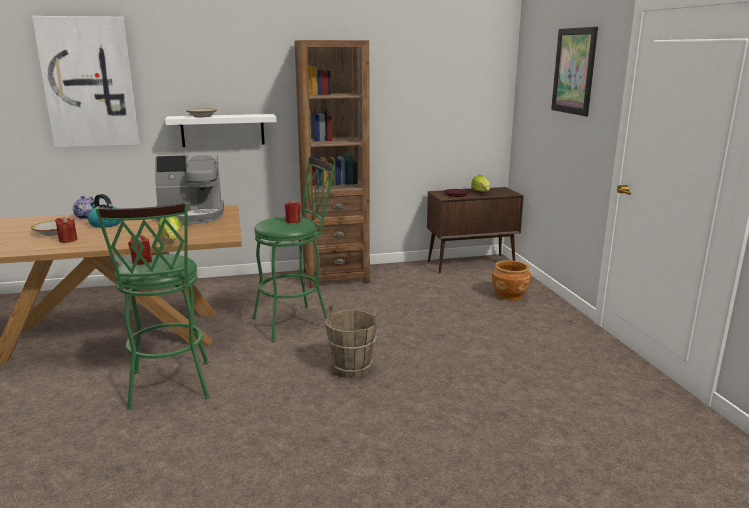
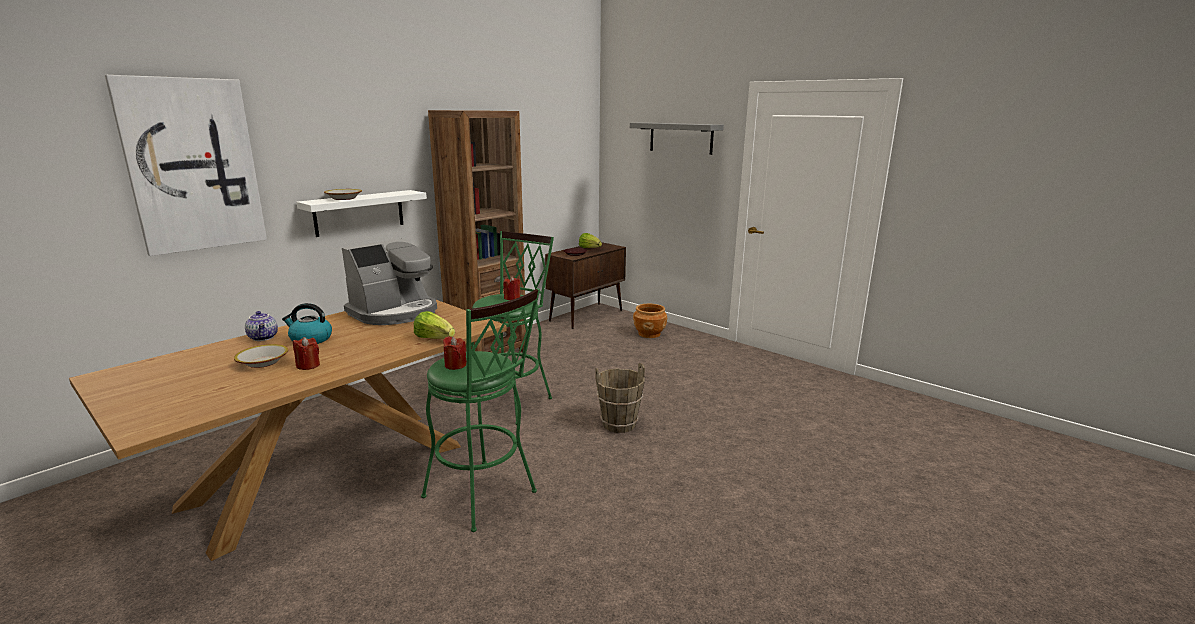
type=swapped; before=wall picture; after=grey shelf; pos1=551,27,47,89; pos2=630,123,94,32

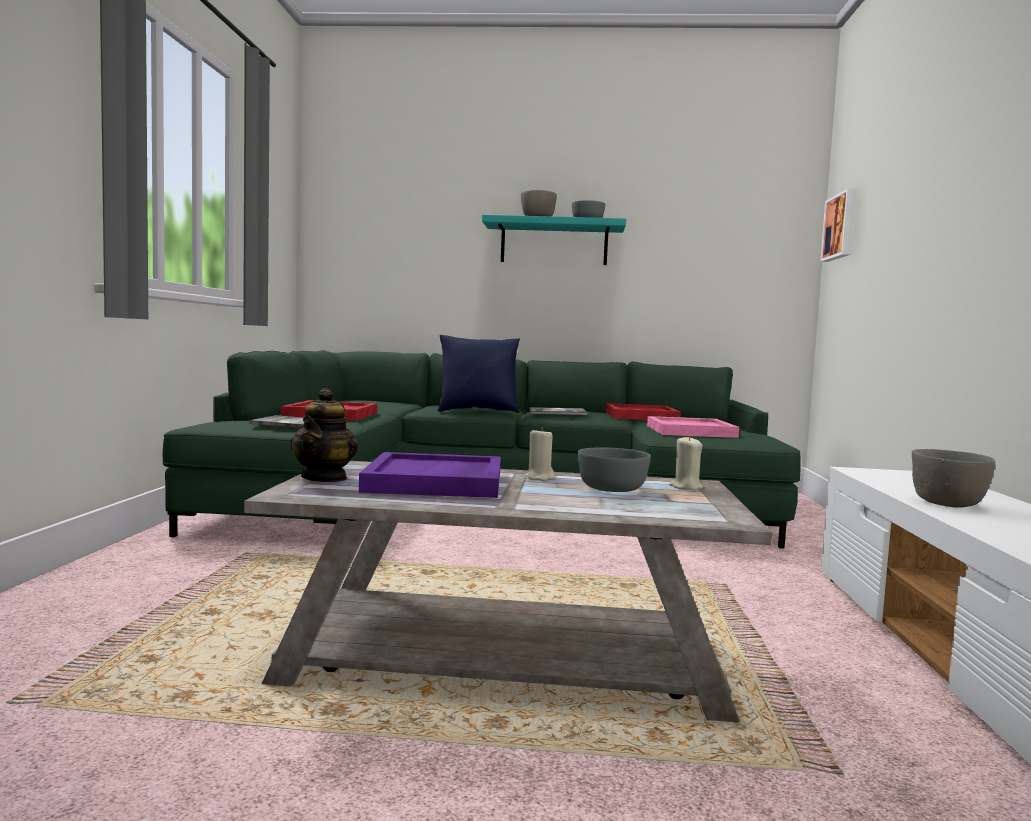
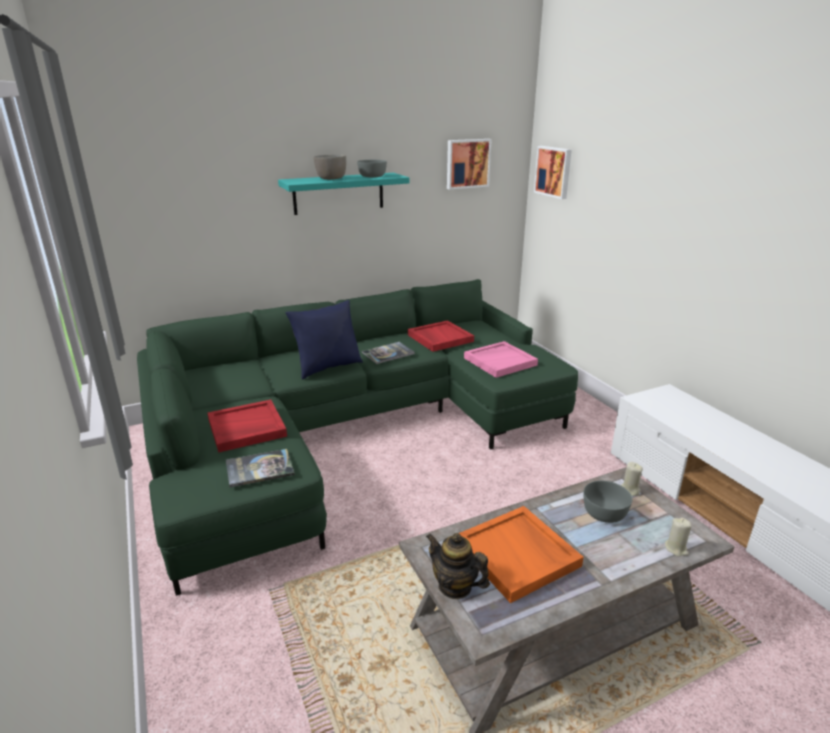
type=rotated; before=tea pot; pos1=290,388,68,94; pos2=426,533,64,66; turn=150
type=shifted; before=beige-coloured candle; pos1=525,427,30,54; pos2=665,518,27,39
type=gone; before=grey deep dish; pos1=912,449,83,59
type=repainted; before=purple-coloured serving tray; after=orange serving tray; pos1=359,452,142,46; pos2=459,506,125,97
type=new; after=wall picture; pos2=447,139,45,51

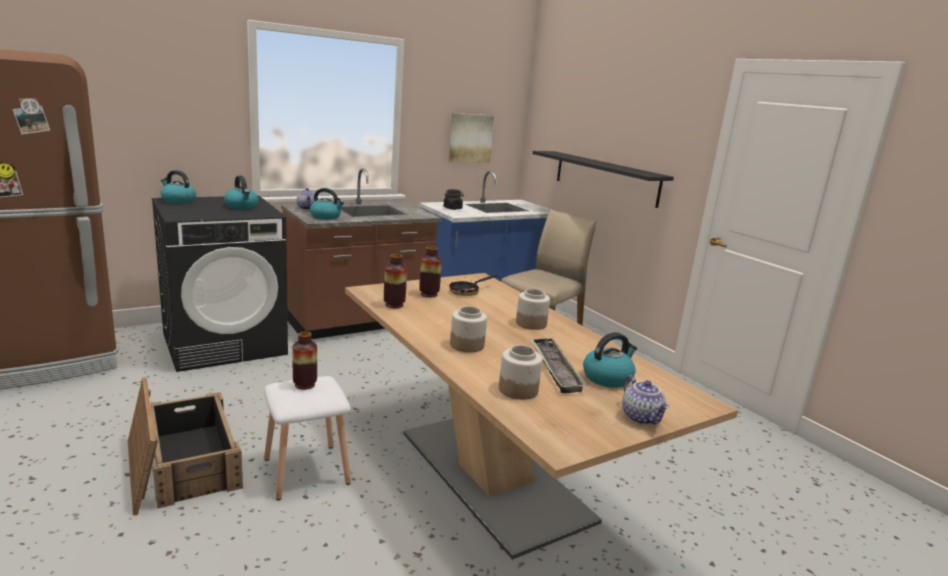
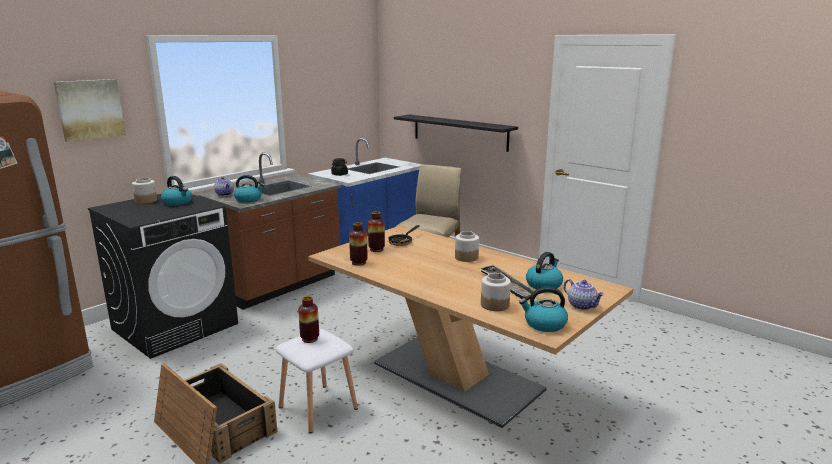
type=shifted; before=wall picture; pos1=449,113,45,49; pos2=54,79,72,63
type=shifted; before=water kettle; pos1=160,170,36,34; pos2=519,287,49,45
type=shifted; before=preserve jar; pos1=450,306,37,47; pos2=132,178,25,26

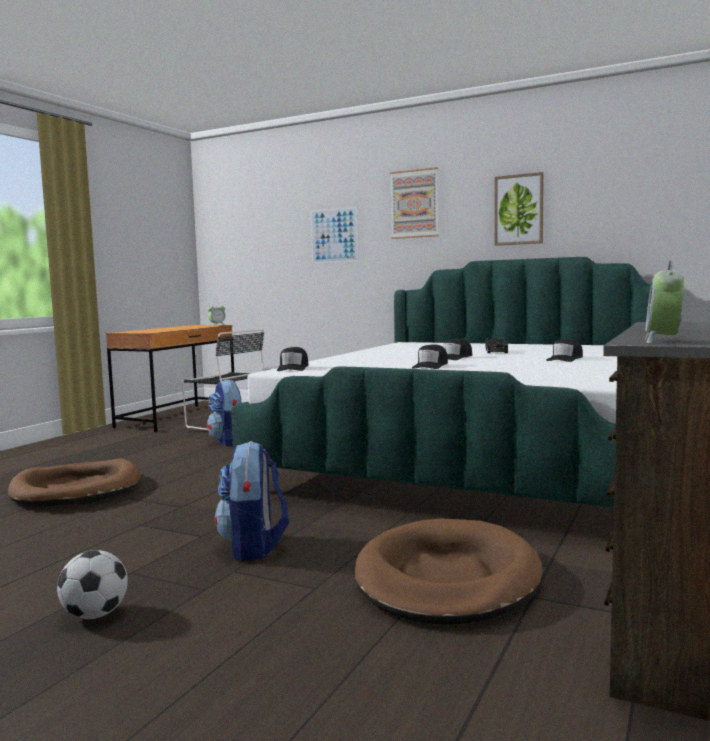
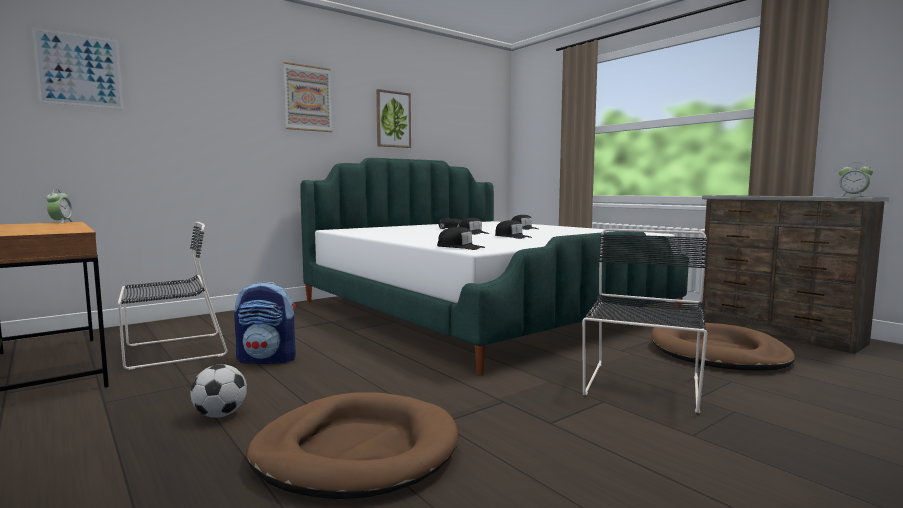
type=shifted; before=wall picture; pos1=310,206,49,58; pos2=32,27,91,82
type=swapped; before=rucksack; after=black-coloured plain chair; pos1=214,441,75,120; pos2=582,229,125,184
type=shifted; before=ball for football; pos1=57,550,71,69; pos2=190,364,57,54

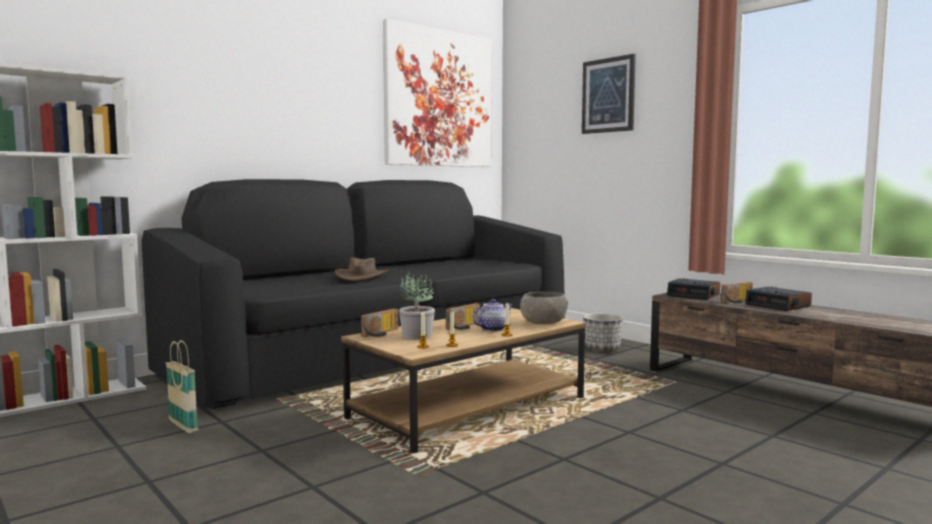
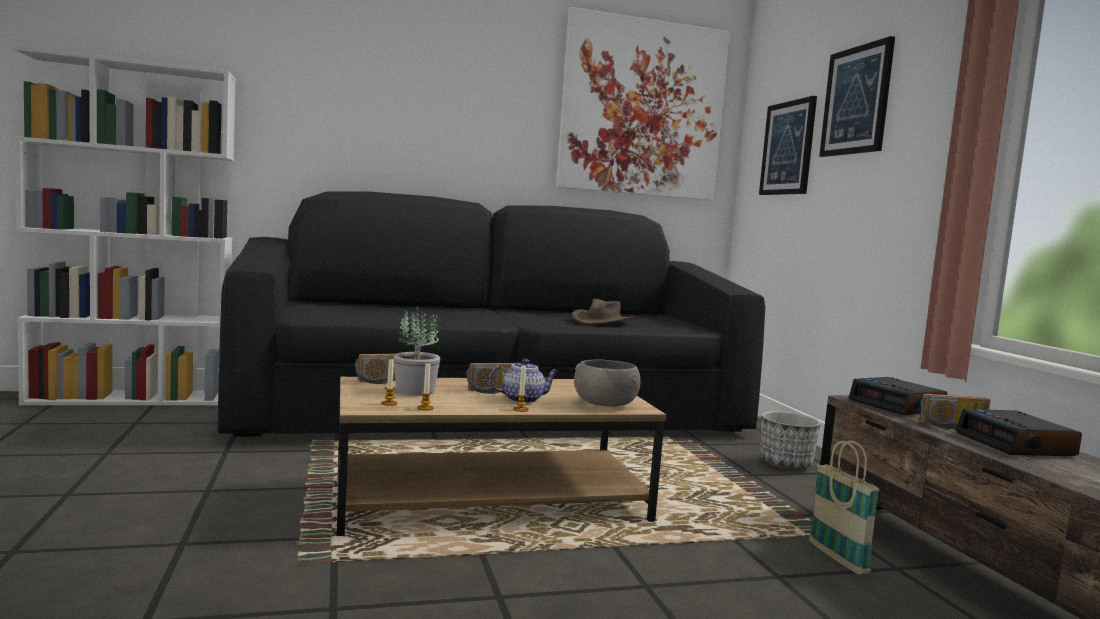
type=shifted; before=brown hat; pos1=335,258,53,23; pos2=572,299,63,25
type=shifted; before=household basket; pos1=166,340,32,94; pos2=809,440,71,135
type=new; after=wall picture; pos2=759,96,58,99

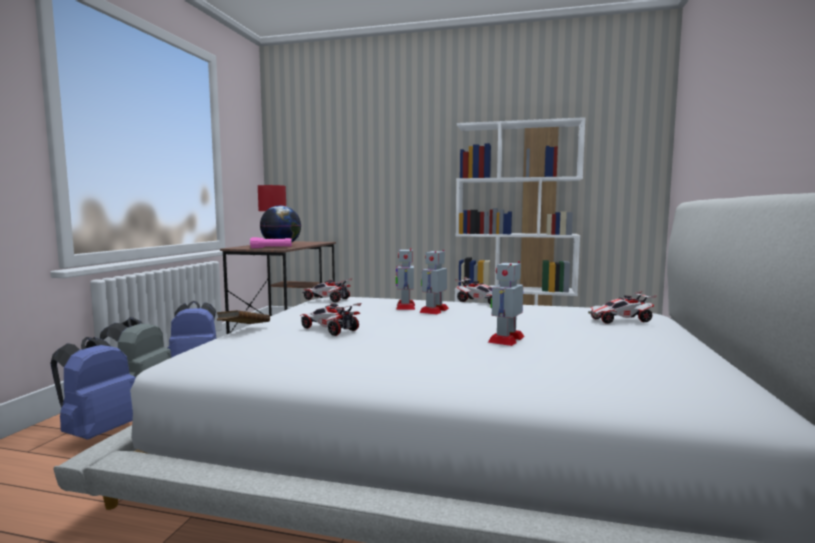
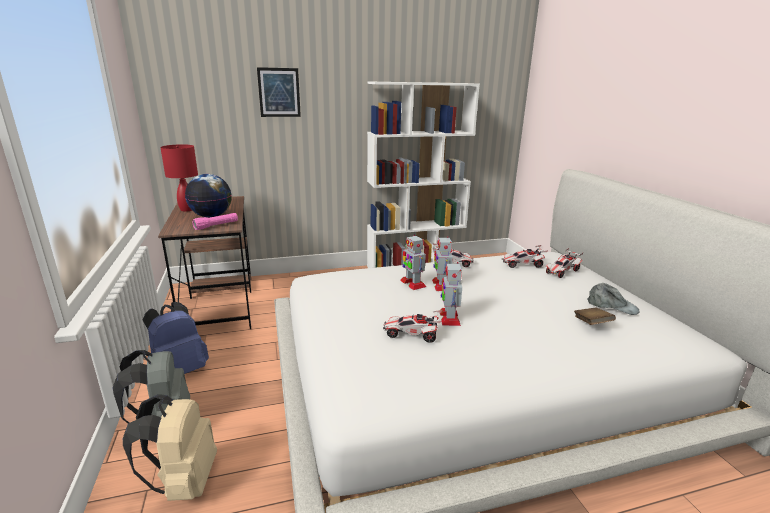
type=shifted; before=model robot; pos1=488,261,37,85; pos2=440,262,22,64
type=shifted; before=toy car; pos1=302,278,51,24; pos2=502,245,46,23
type=shifted; before=brown book; pos1=217,310,53,14; pos2=574,308,42,17
type=repainted; before=bluish rucksack; after=beige-coloured rucksack; pos1=50,337,86,103; pos2=123,394,94,107
type=new; after=wall picture; pos2=257,67,44,50
type=new; after=grey cap; pos2=588,283,52,32

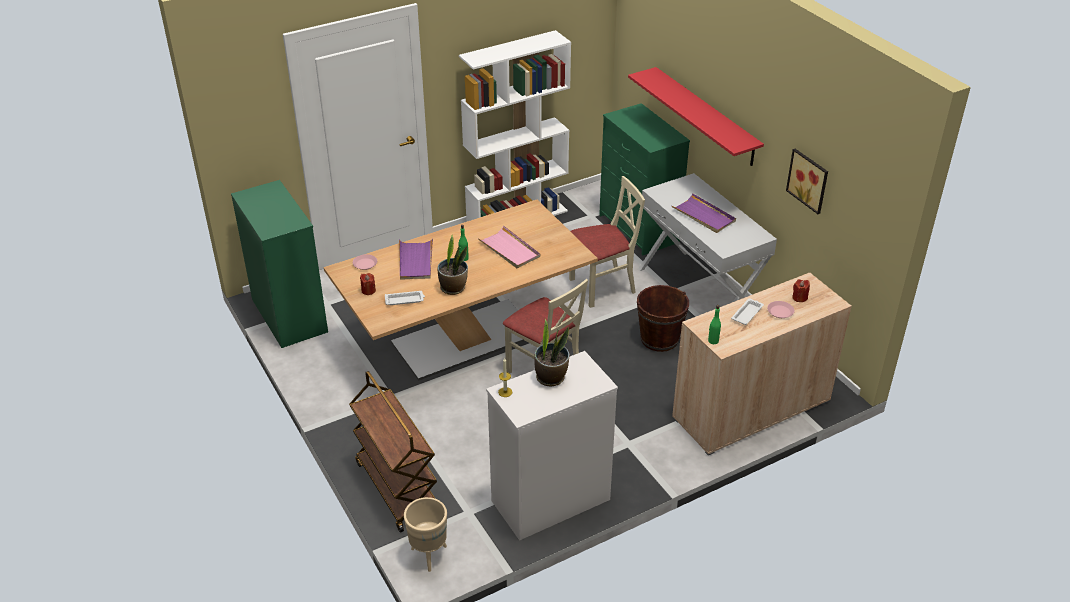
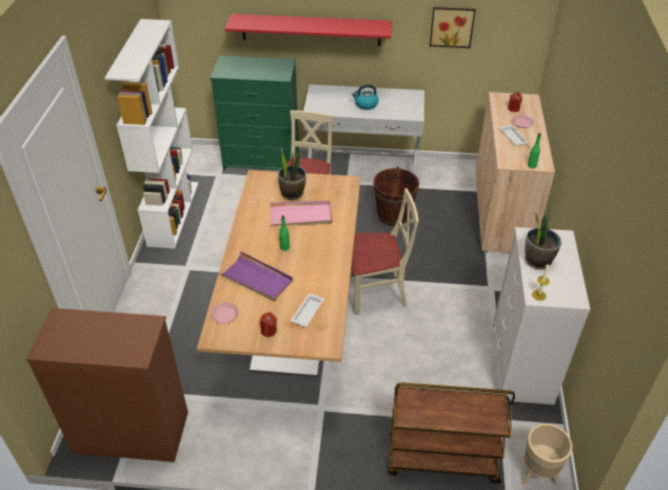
type=repainted; before=green chest of drawers; after=brown chest of drawers; pos1=231,180,97,168; pos2=26,308,162,154
type=swapped; before=purple-coloured serving tray; after=water kettle; pos1=672,193,64,40; pos2=352,84,27,26
type=shifted; before=plant in a pot; pos1=437,235,31,60; pos2=278,147,28,53

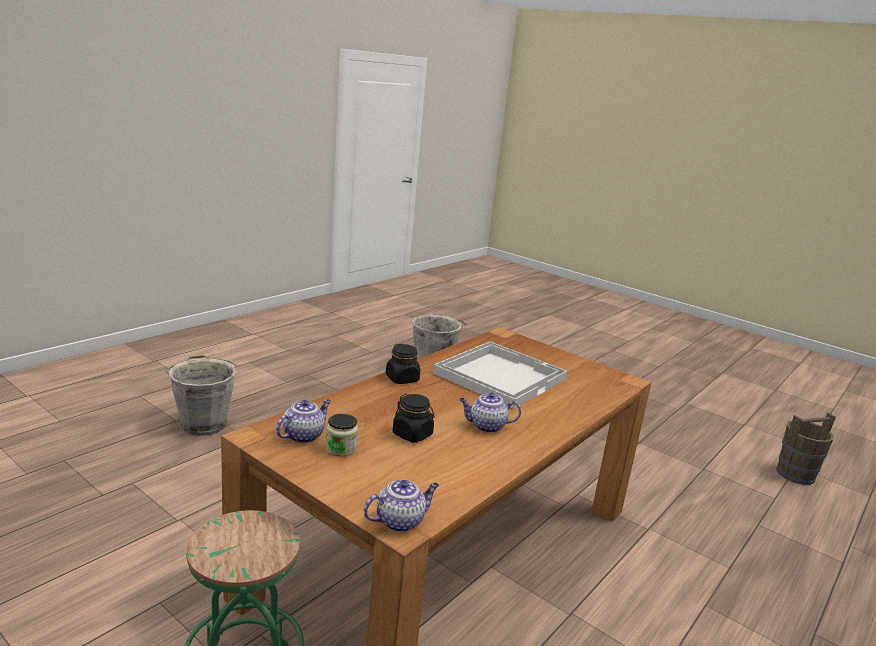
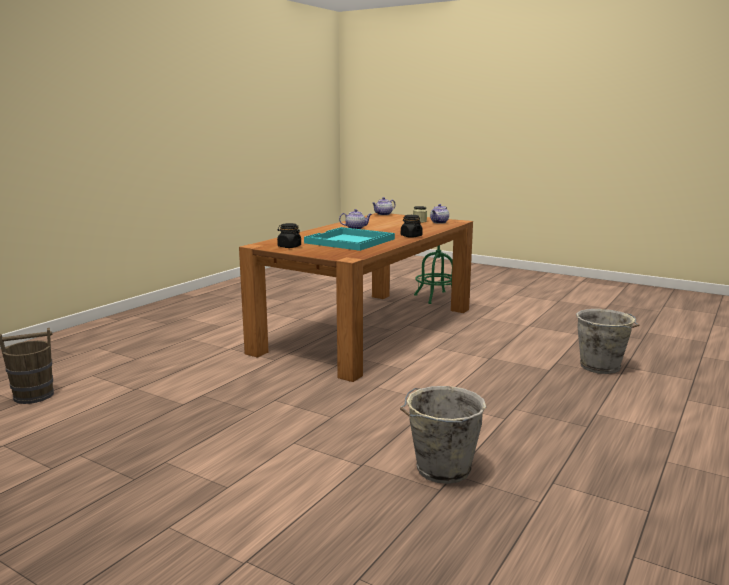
type=repainted; before=white serving tray; after=turquoise serving tray; pos1=433,342,134,67; pos2=304,227,91,24
type=shifted; before=black-coloured preserve jar; pos1=393,394,42,49; pos2=277,223,24,25

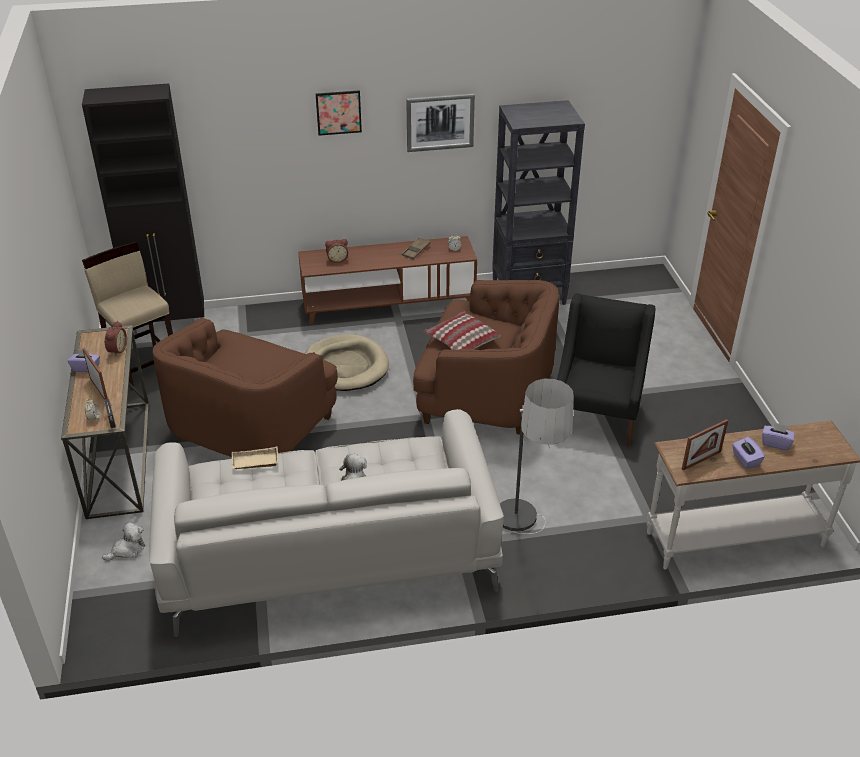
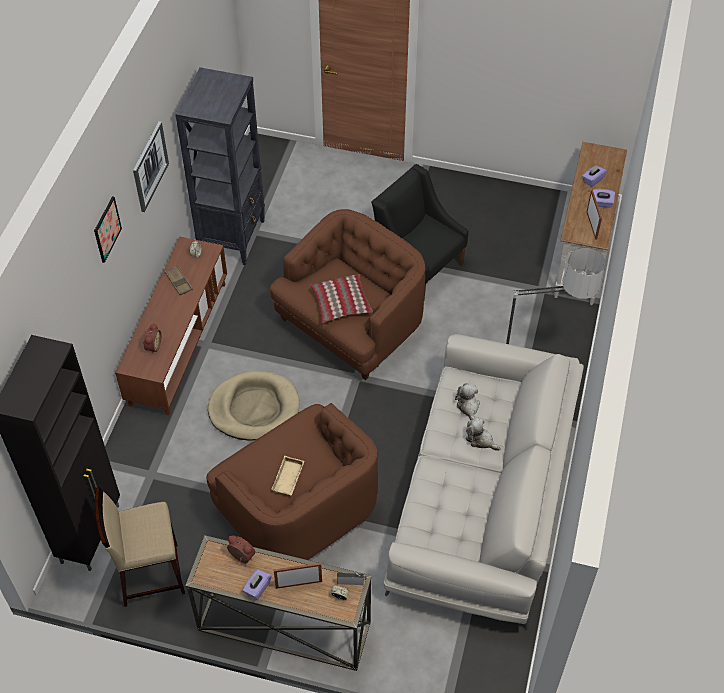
type=shifted; before=beige-coloured serving tray; pos1=232,446,46,23; pos2=271,456,33,40
type=shifted; before=soft toy; pos1=102,521,43,40; pos2=455,383,25,37

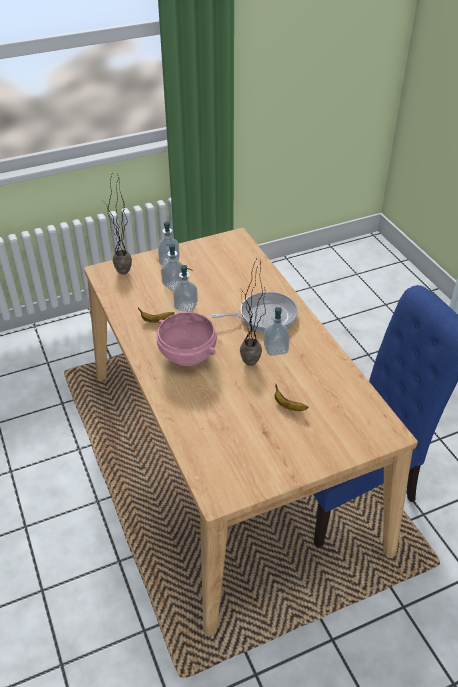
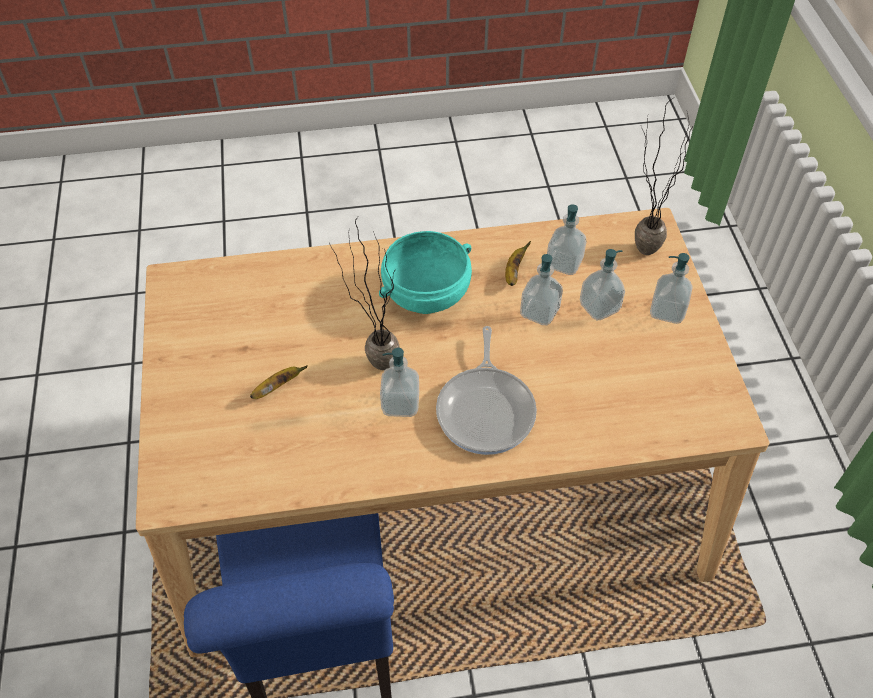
type=repainted; before=pink deep dish; after=turquoise deep dish; pos1=156,312,61,54; pos2=379,231,93,83
type=new; after=liquid soap bottle; pos2=547,204,40,71

